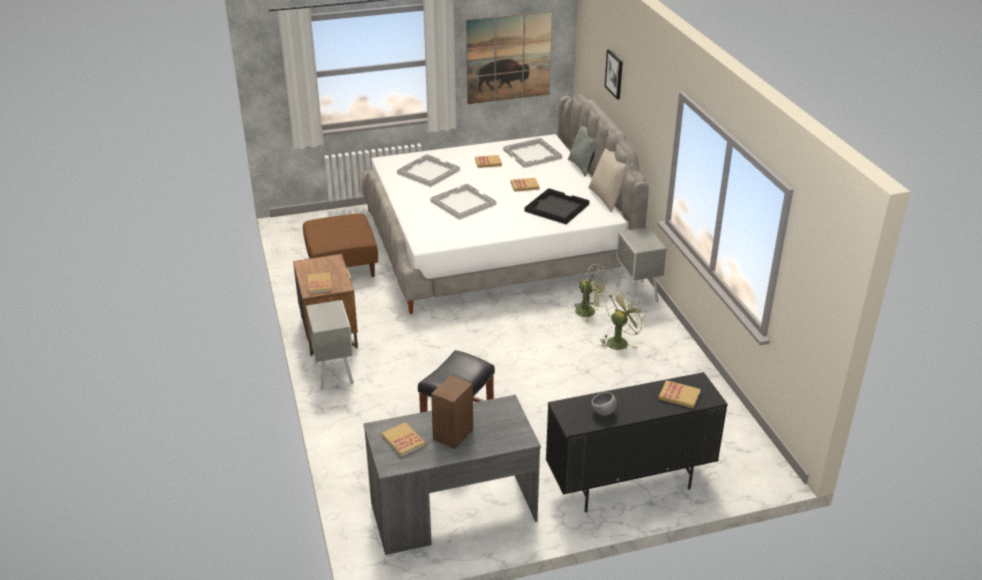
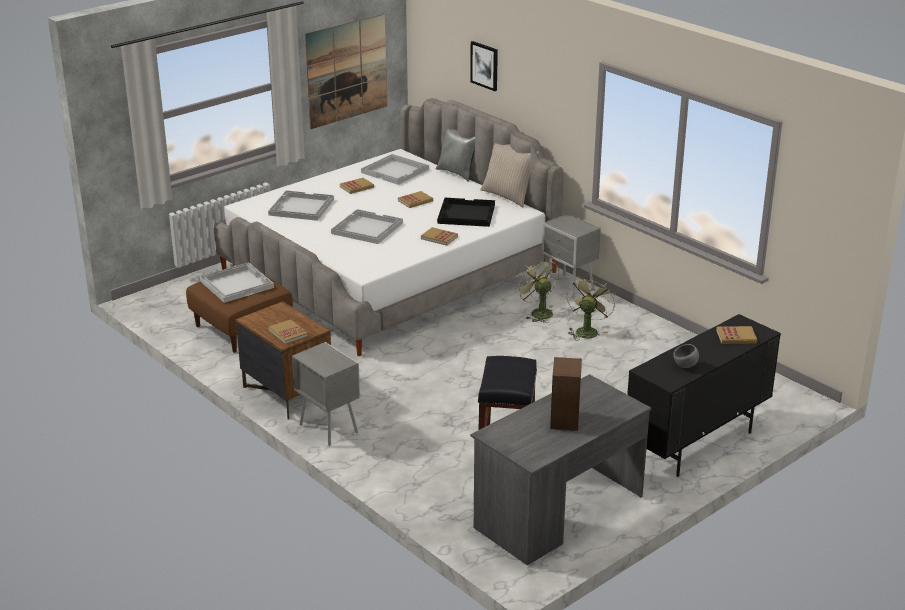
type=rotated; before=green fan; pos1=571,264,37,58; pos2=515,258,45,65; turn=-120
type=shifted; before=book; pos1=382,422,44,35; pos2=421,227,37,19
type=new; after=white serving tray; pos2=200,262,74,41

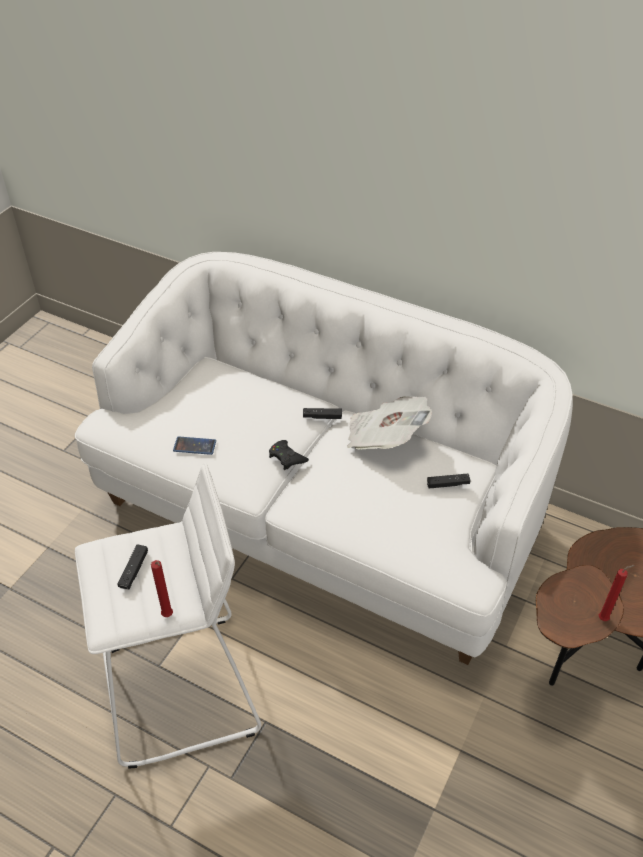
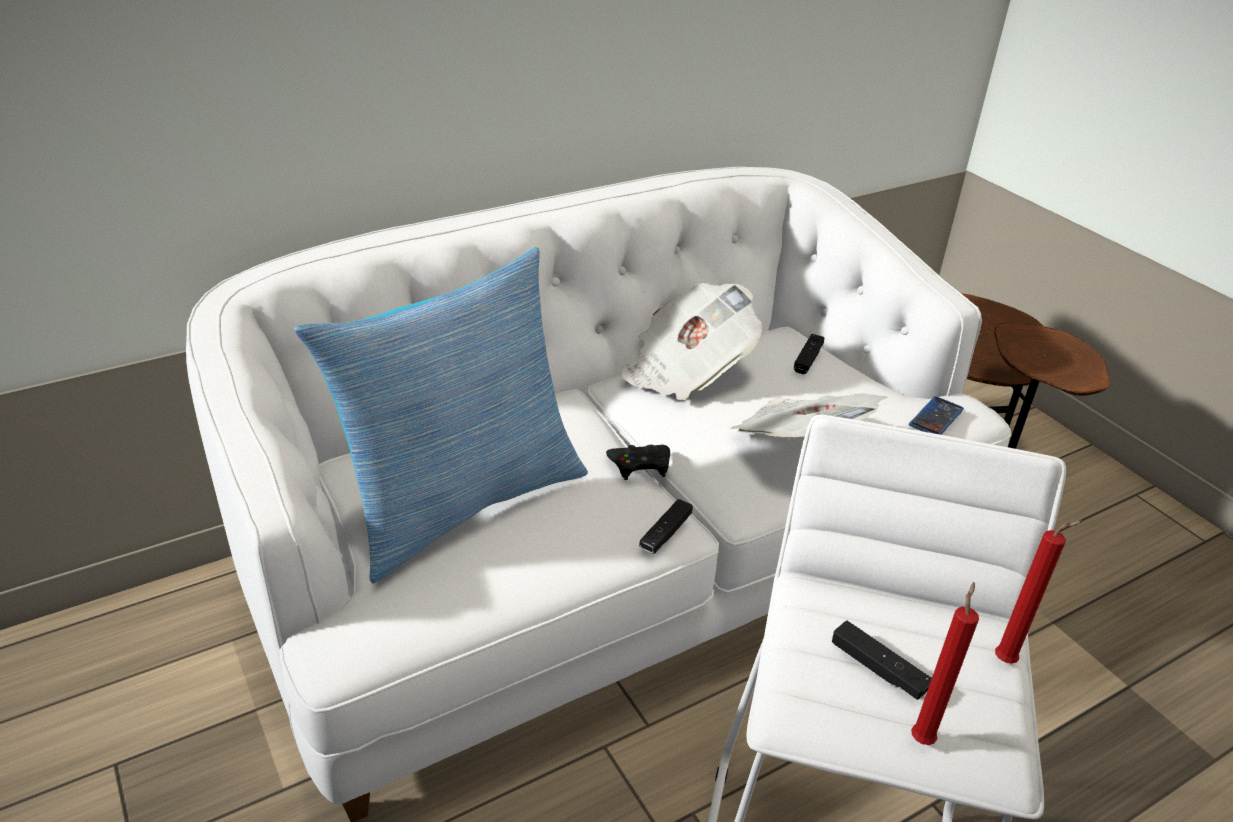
type=shifted; before=black-coloured joypad; pos1=303,408,39,11; pos2=639,499,54,54
type=shifted; before=phone; pos1=173,436,43,19; pos2=909,396,55,39
type=shifted; before=reddish candle; pos1=599,565,35,56; pos2=911,582,68,163
type=new; after=pillow; pos2=294,247,294,336
type=new; after=newspaper; pos2=730,394,158,43

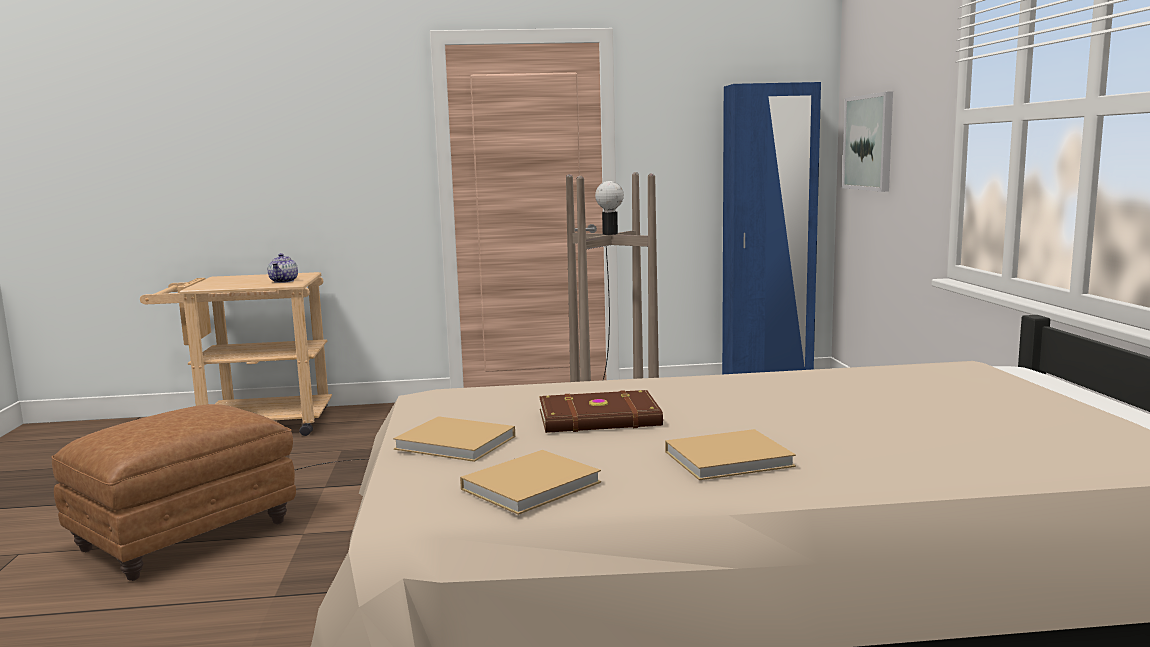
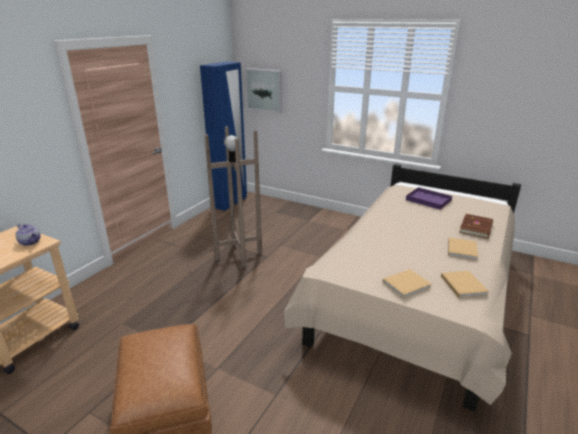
type=shifted; before=brown book; pos1=539,390,124,43; pos2=459,214,34,25
type=new; after=purple-coloured serving tray; pos2=406,187,47,23

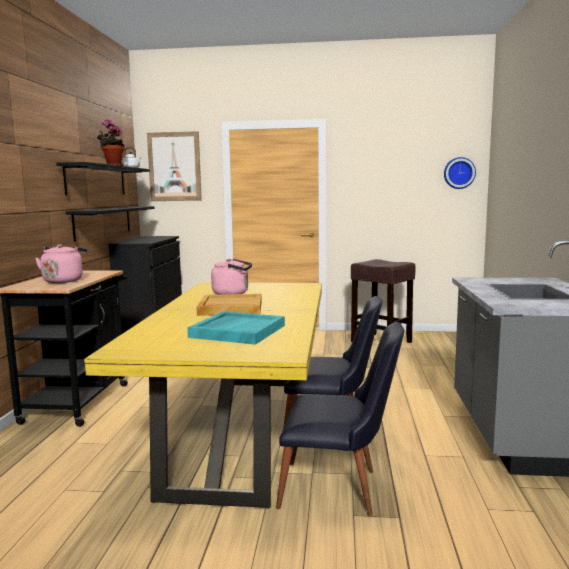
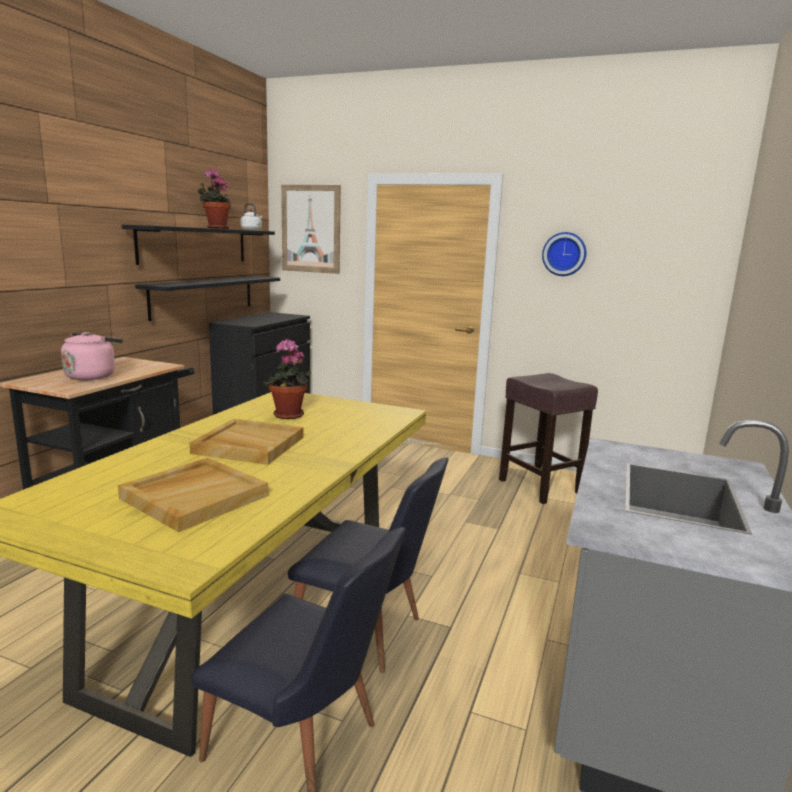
type=shifted; before=wall clock; pos1=444,157,32,32; pos2=542,232,44,44
type=swapped; before=pink water kettle; after=plant in a pot; pos1=211,258,41,37; pos2=263,339,48,80
type=repainted; before=turquoise serving tray; after=beige-coloured serving tray; pos1=187,311,98,34; pos2=118,458,151,74

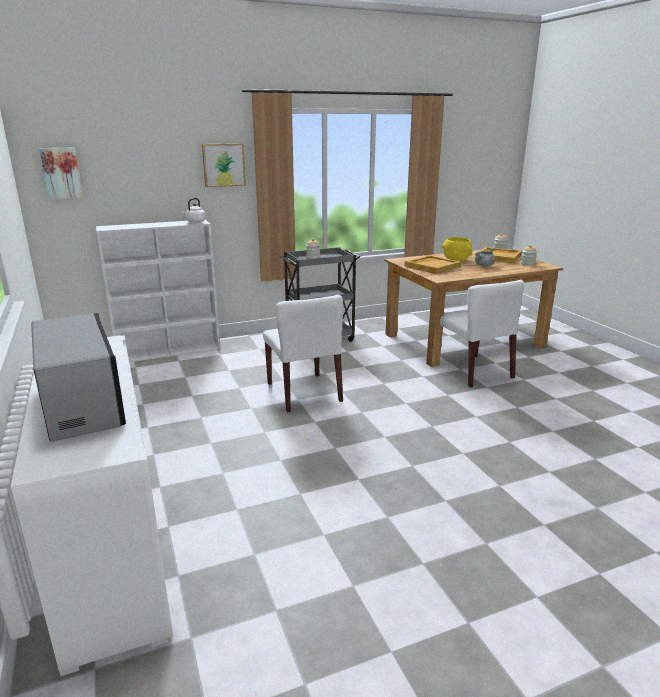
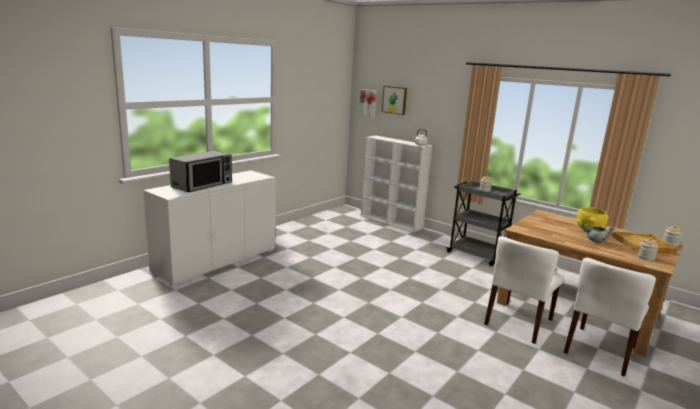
type=shifted; before=wall picture; pos1=202,143,44,44; pos2=382,86,25,29
type=gone; before=beige-coloured serving tray; pos1=404,255,58,19
type=shifted; before=white plain chair; pos1=263,295,80,117; pos2=564,257,92,120

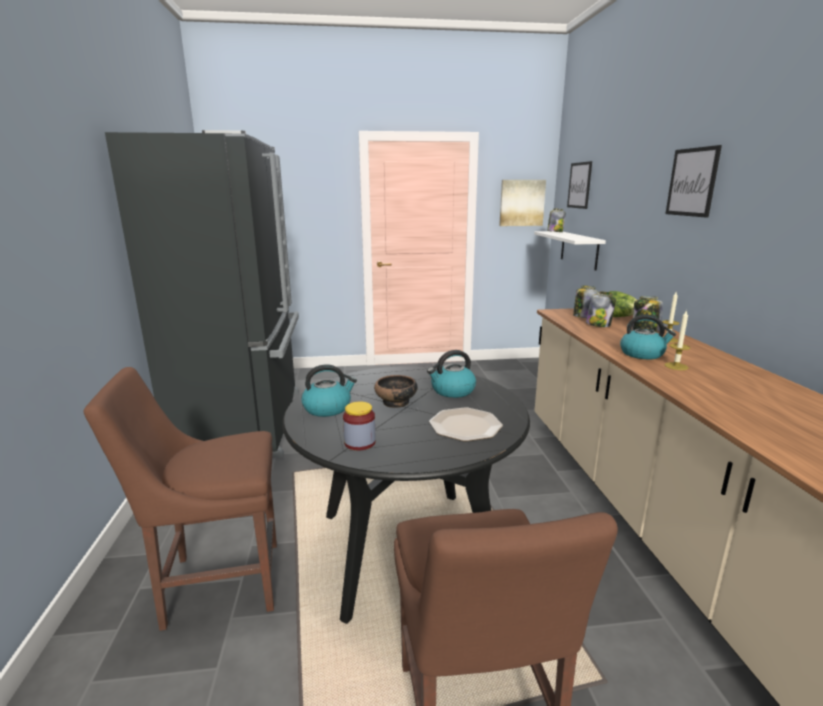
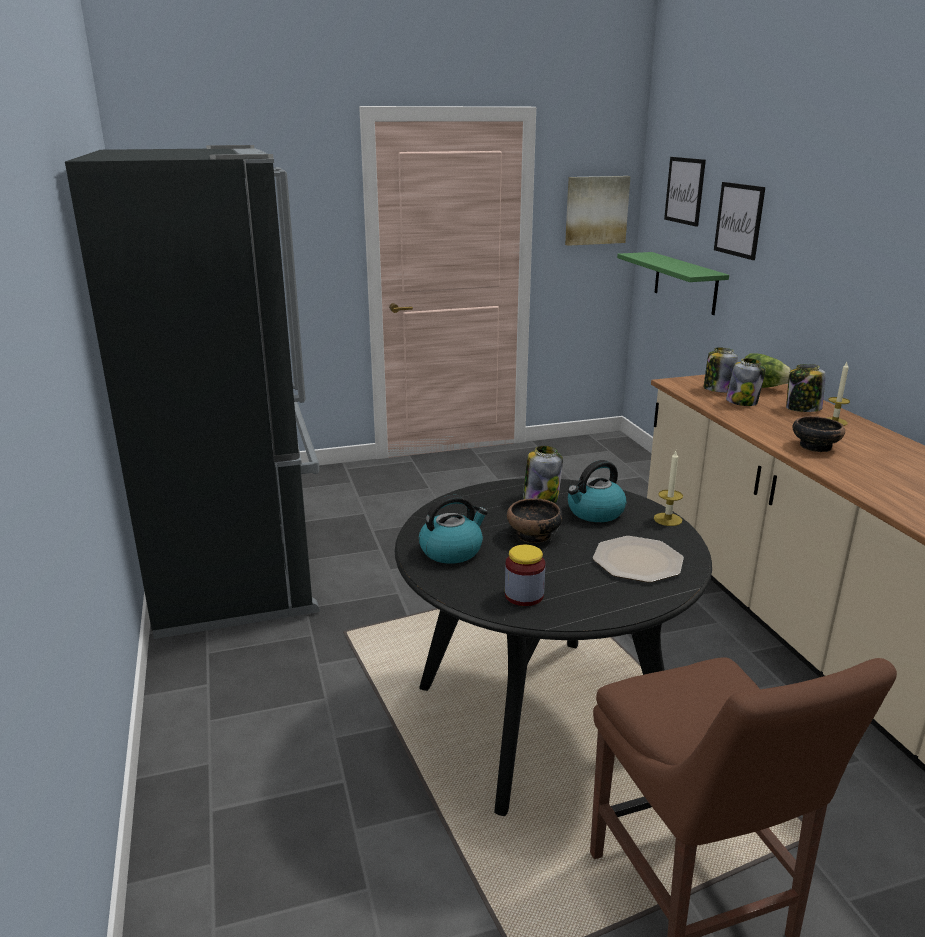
type=shifted; before=wall picture; pos1=666,145,56,73; pos2=714,182,51,78
type=shifted; before=preserve jar; pos1=547,209,18,23; pos2=523,446,40,57
type=repainted; before=white shelf; after=green shelf; pos1=534,231,72,40; pos2=617,252,112,63
type=shifted; before=candle; pos1=664,310,26,60; pos2=654,451,29,75
type=swapped; before=water kettle; after=deep dish; pos1=620,315,56,44; pos2=793,416,52,36
type=gone; before=brown plain chair; pos1=84,367,193,264

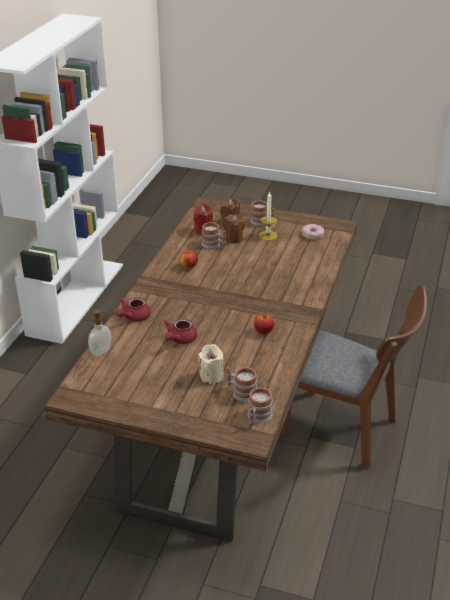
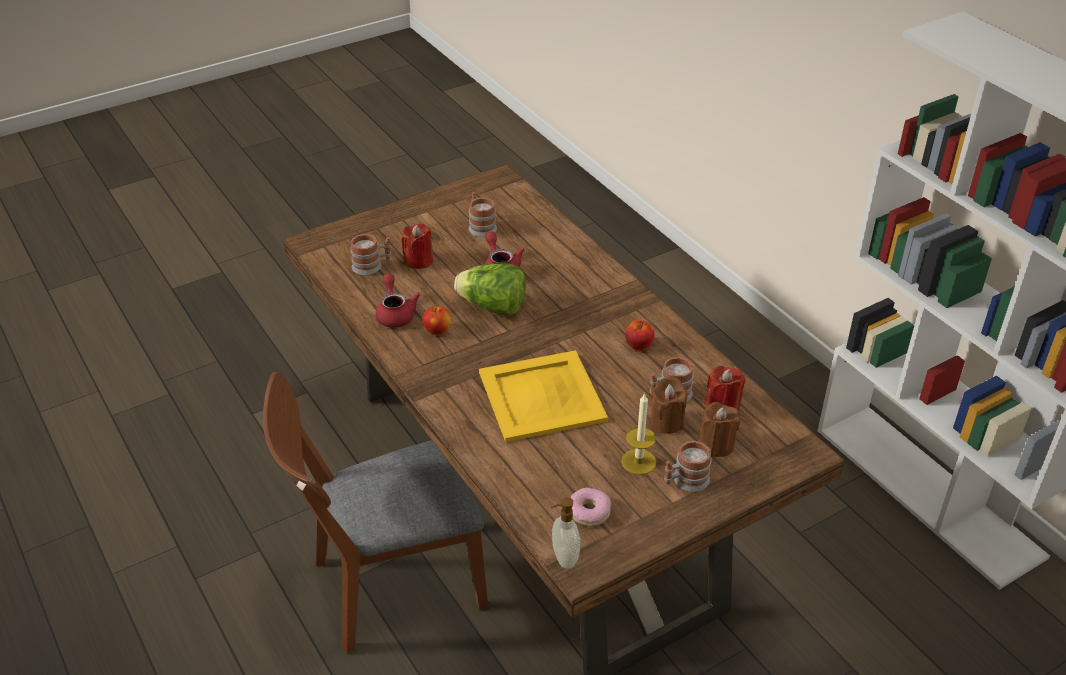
type=shifted; before=reddish tea pot; pos1=116,297,35,25; pos2=376,273,45,55
type=shifted; before=liquid soap bottle; pos1=88,309,23,47; pos2=551,497,29,72
type=repainted; before=beige-coloured candle; after=reddish candle; pos1=198,344,26,40; pos2=402,223,31,46
type=shifted; before=coffee mug; pos1=247,387,26,38; pos2=469,193,28,44
type=new; after=head of lettuce; pos2=454,263,71,53
type=new; after=yellow serving tray; pos2=479,350,129,92

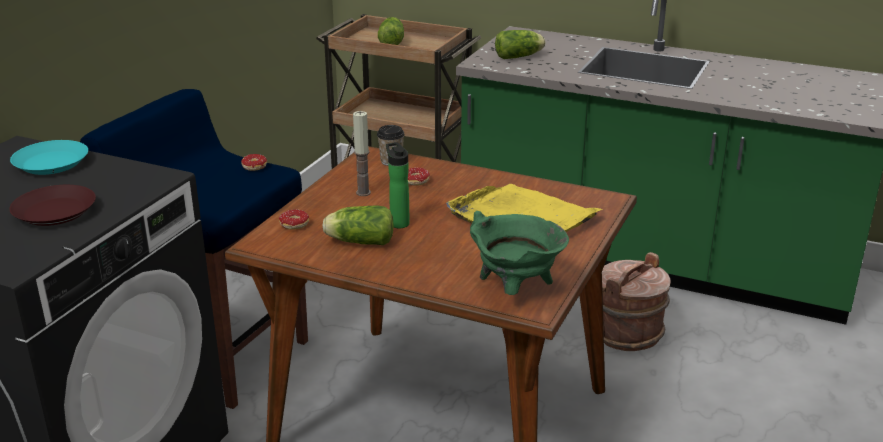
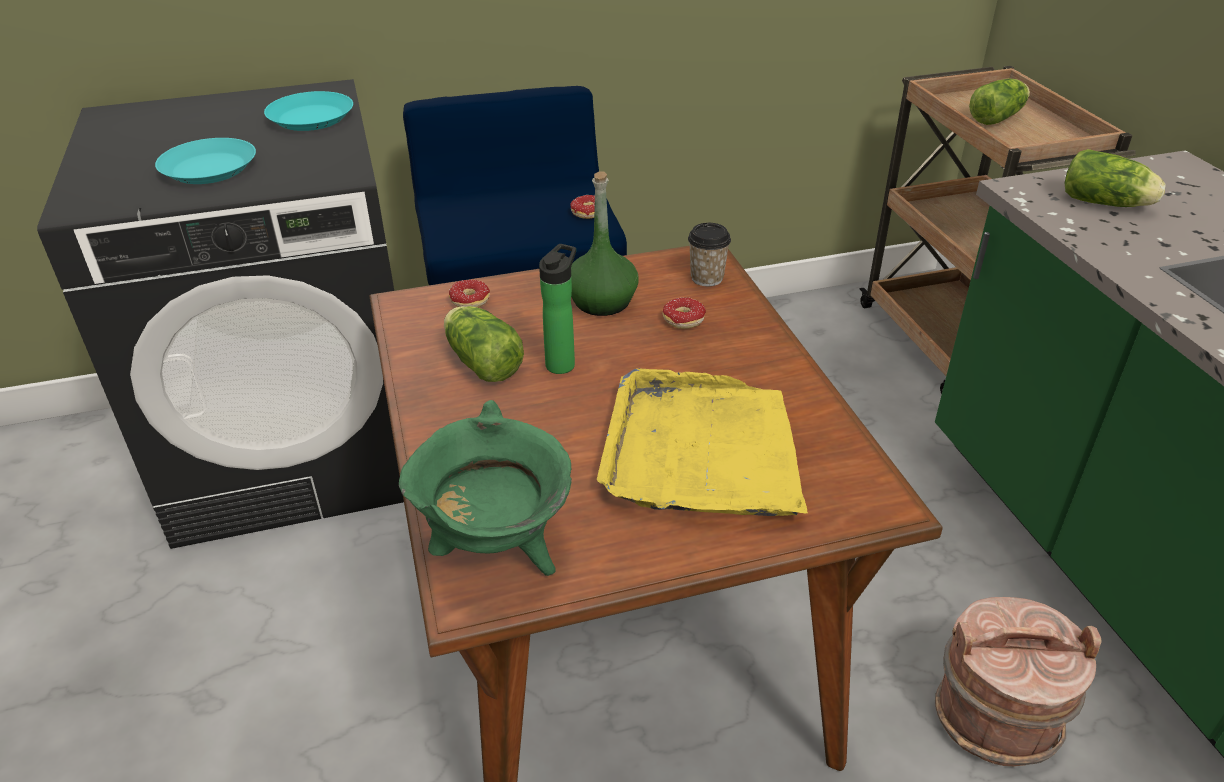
type=swapped; before=candle; after=green bottle; pos1=353,111,18,85; pos2=571,171,67,145
type=repainted; before=brown flat dish; after=turquoise flat dish; pos1=9,185,87,41; pos2=155,138,101,46

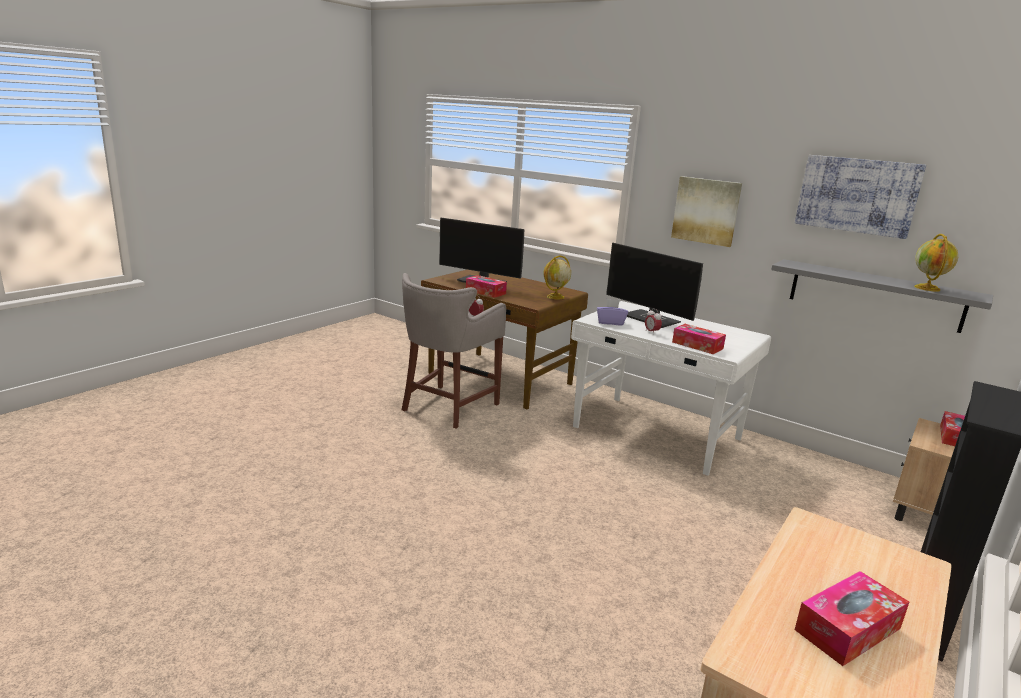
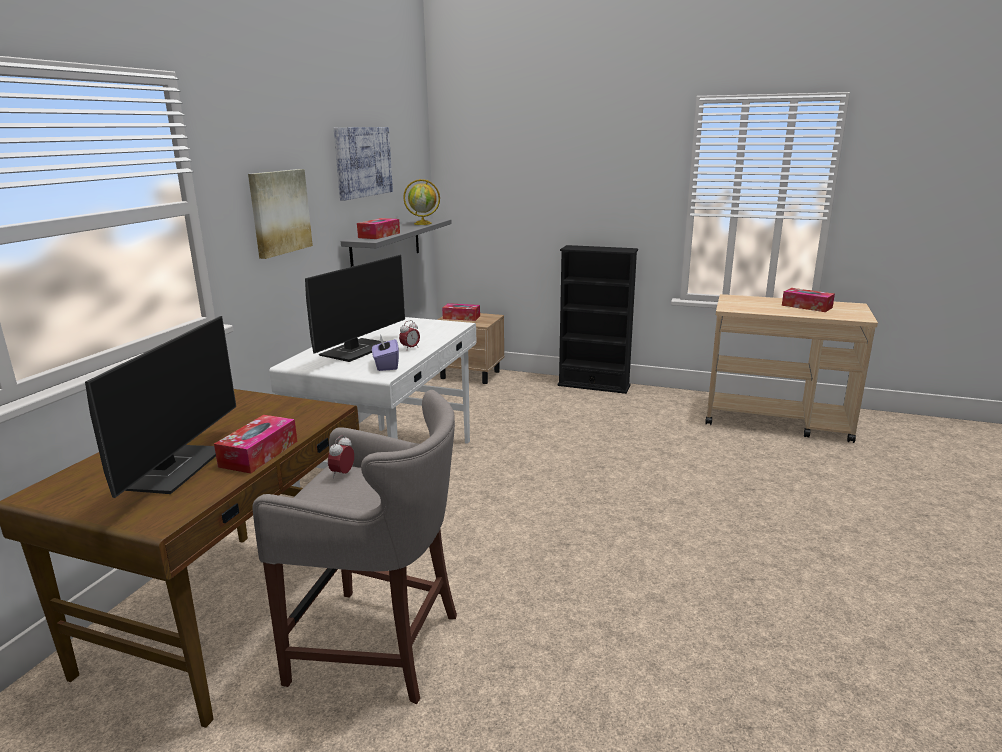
type=gone; before=desk globe; pos1=543,256,28,43
type=shifted; before=tissue box; pos1=672,324,54,30; pos2=357,218,43,21

